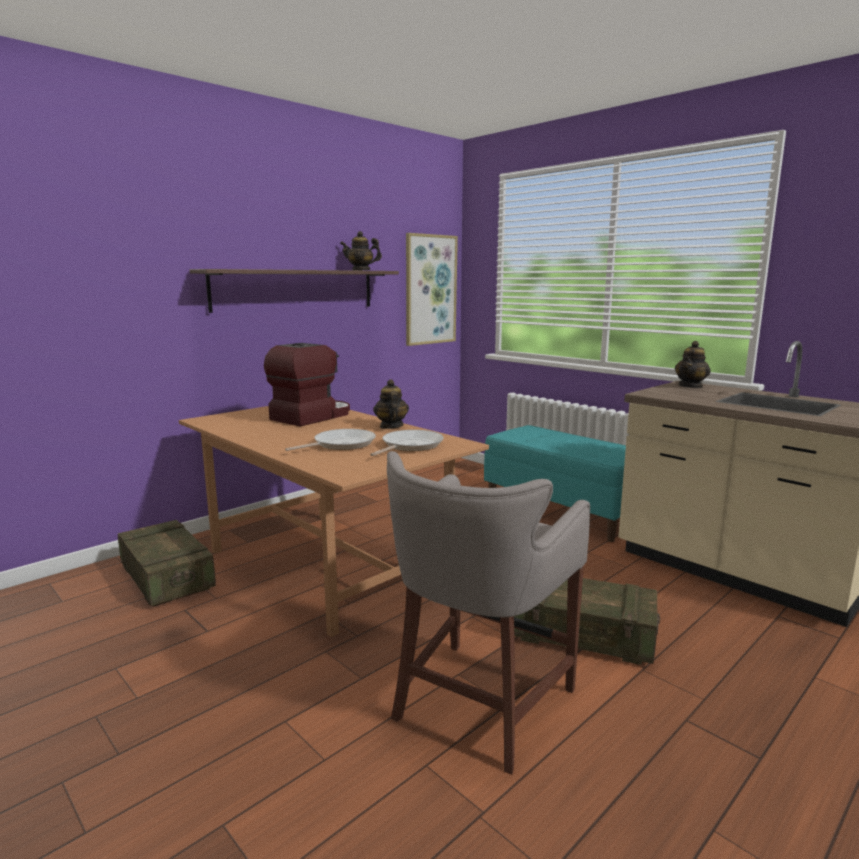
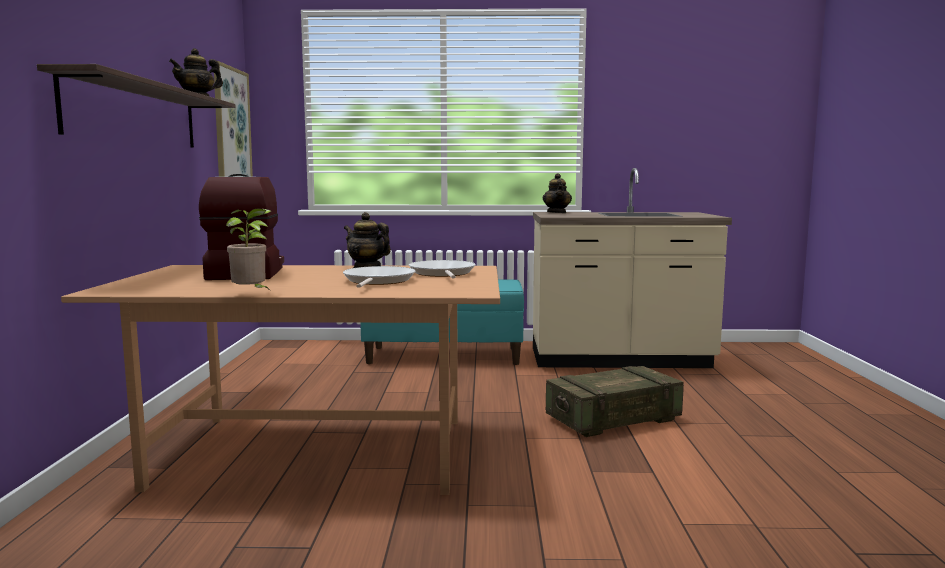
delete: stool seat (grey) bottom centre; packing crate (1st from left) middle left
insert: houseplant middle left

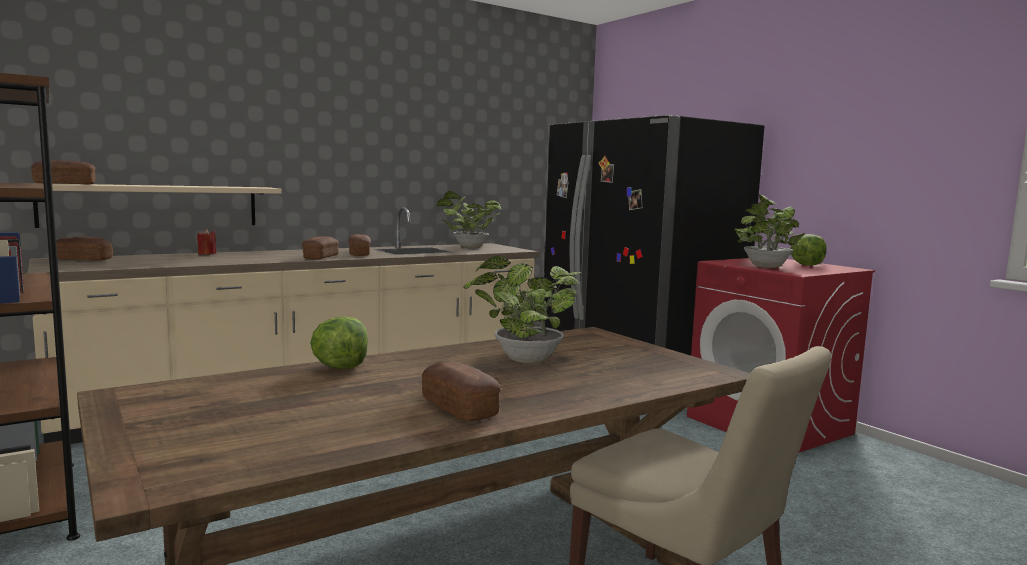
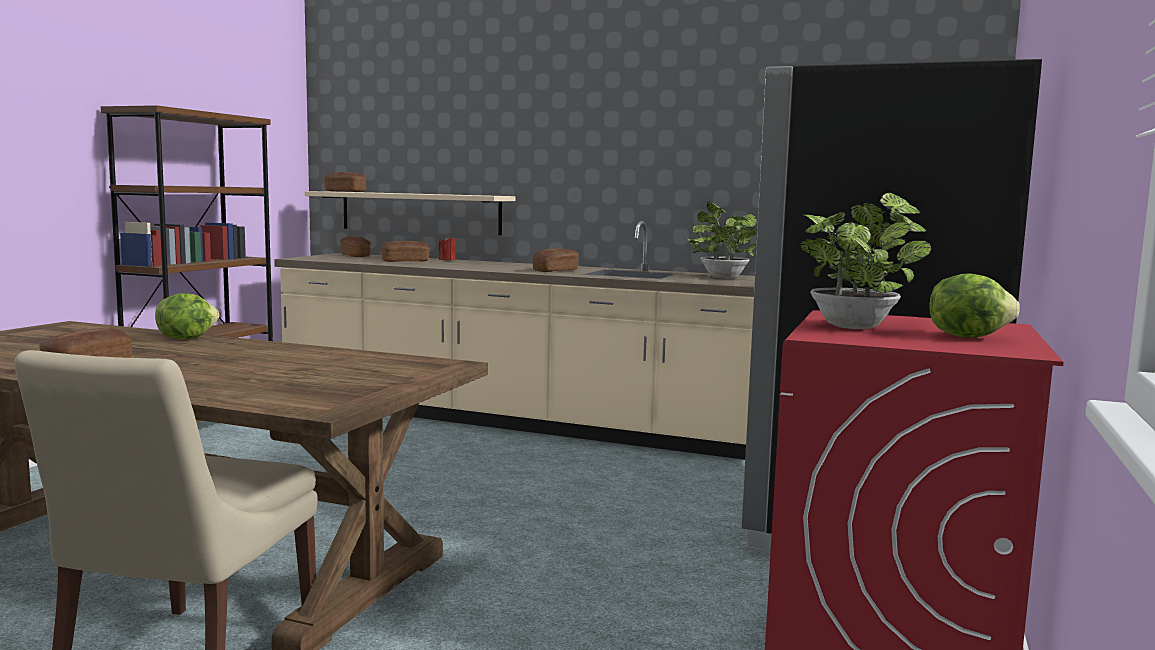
delete: houseplant (2nd from left) centre
move: bakery bread (3rd from left in the first image) middle left to bakery bread (4th from left) centre

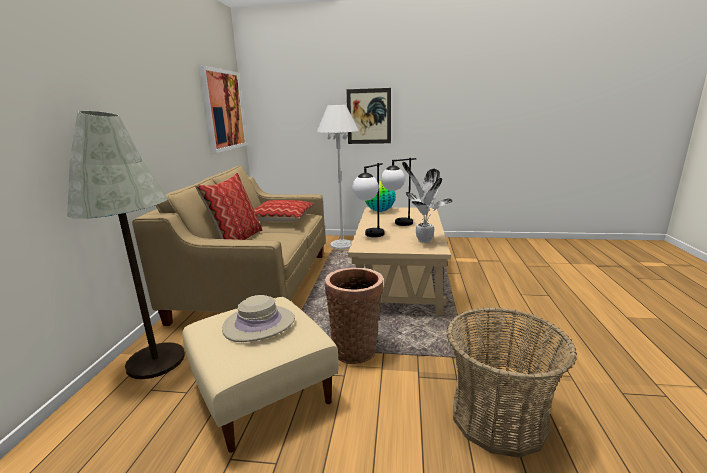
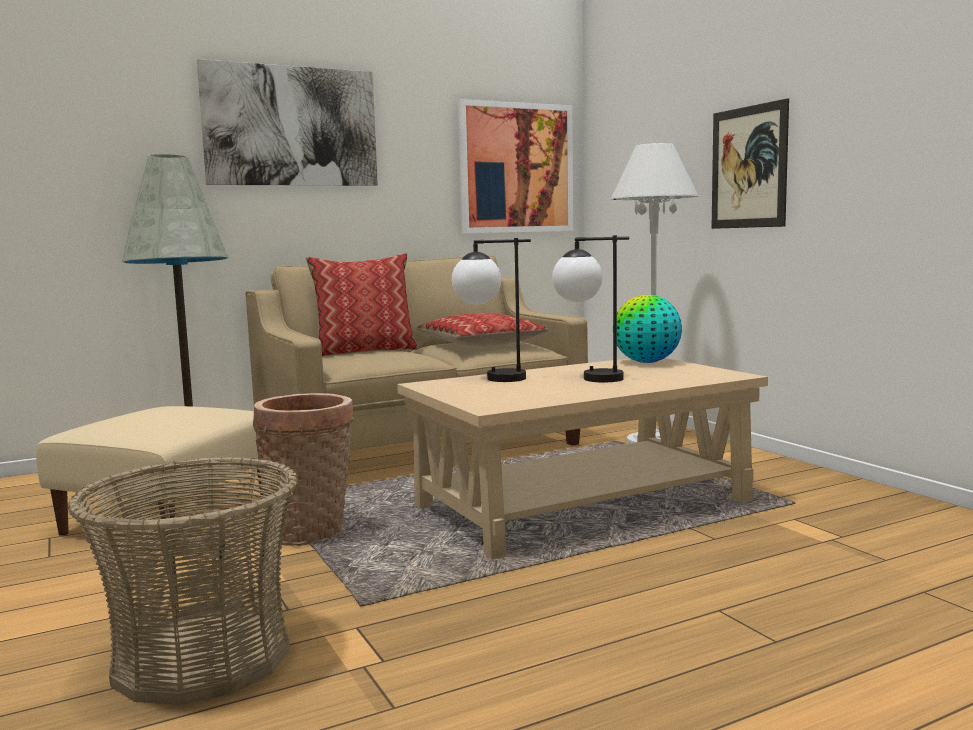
delete: houseplant centre; clothing hat (sand-coloured) bottom centre
insert: picture (1st from left) top left

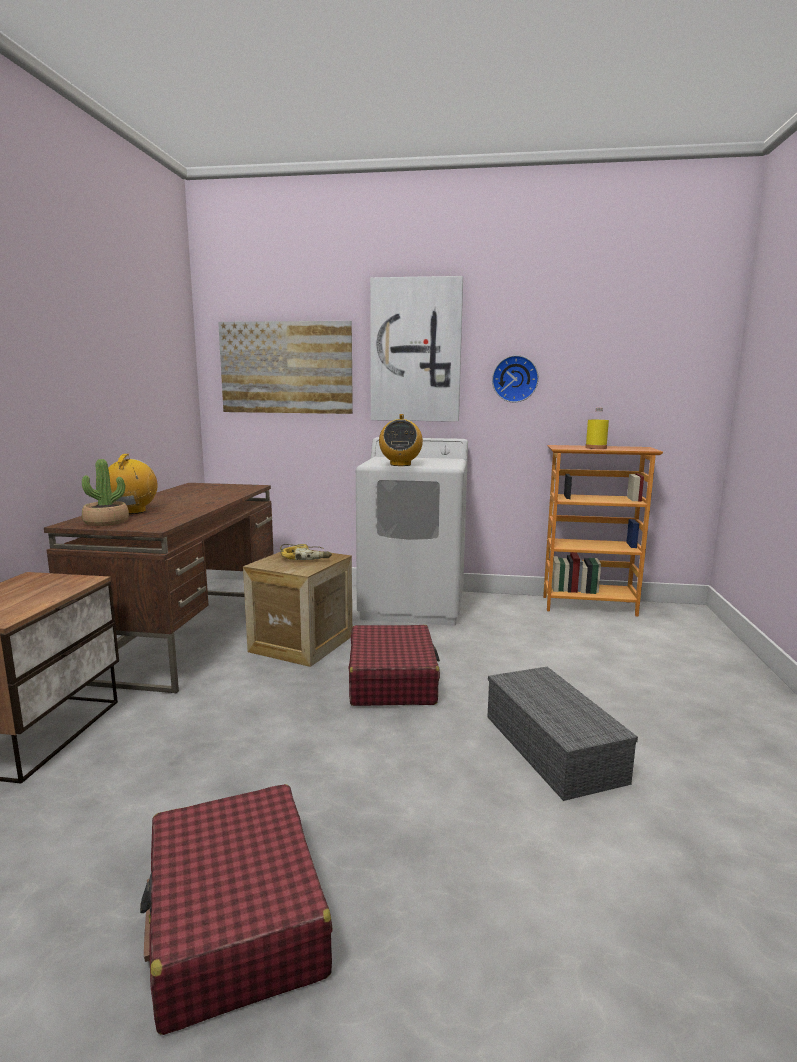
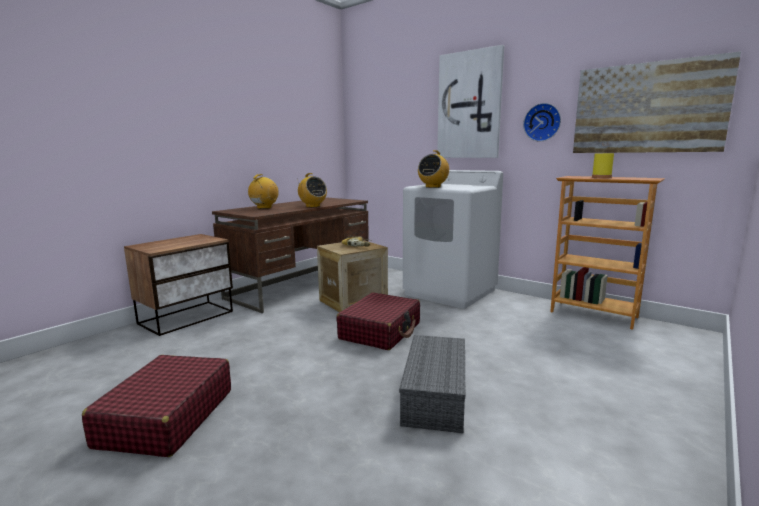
delete: houseplant middle left
insert: radio receiver (2nd from left) centre
move: picture (1st from left in the first image) centre to picture (2nd from left) top right

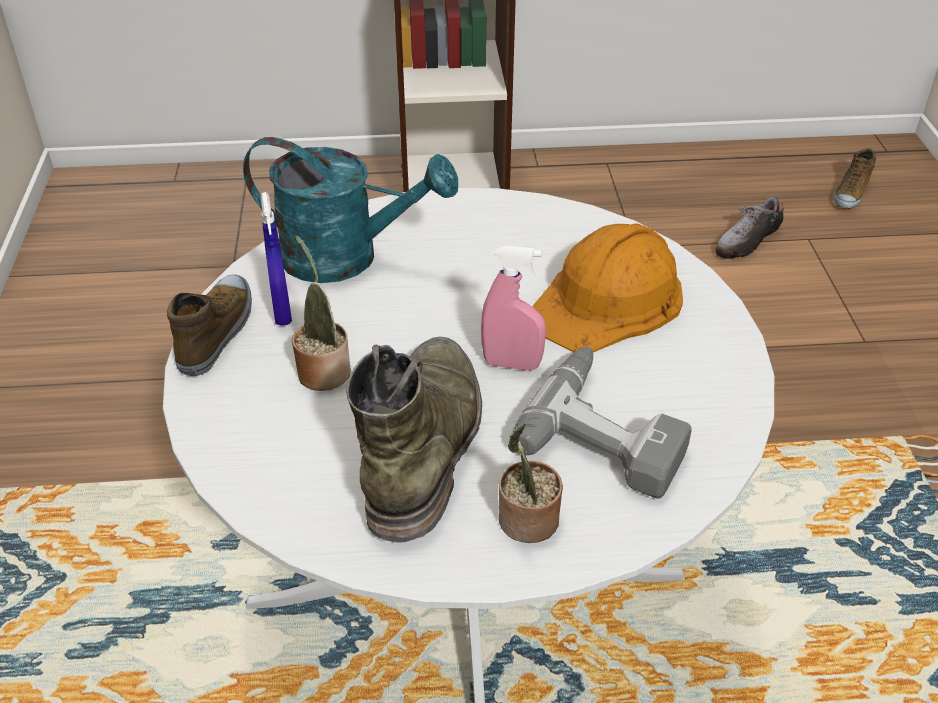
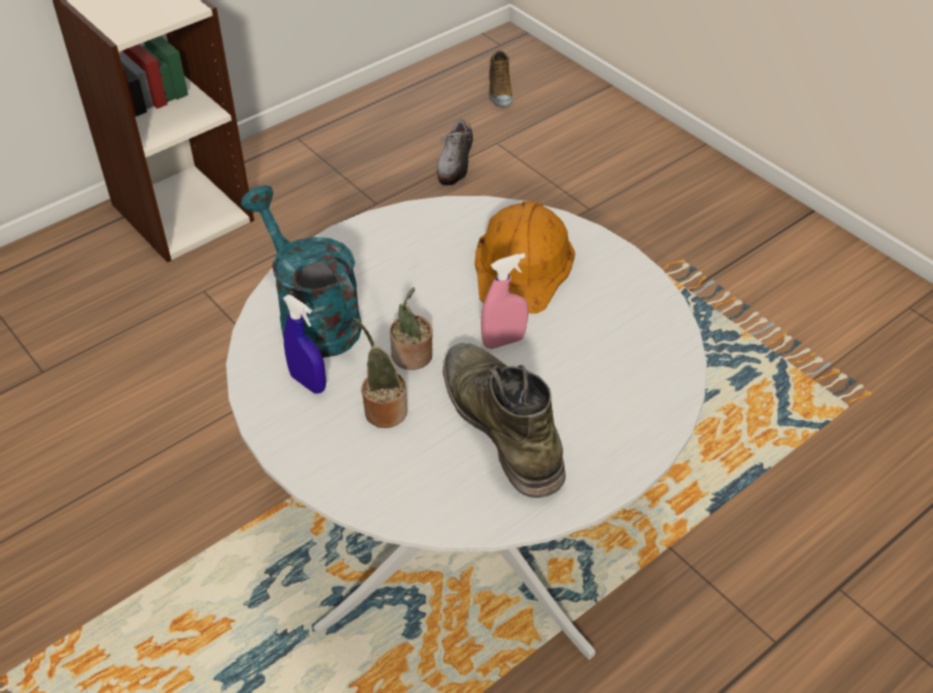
delete: shoe (1st from left) middle left; drill centre
move: houseplant (2nd from left) bottom centre to centre
rotate: sprinkling can (turquoise-coloured) top centre = middle left 105 degrees counterclockwise

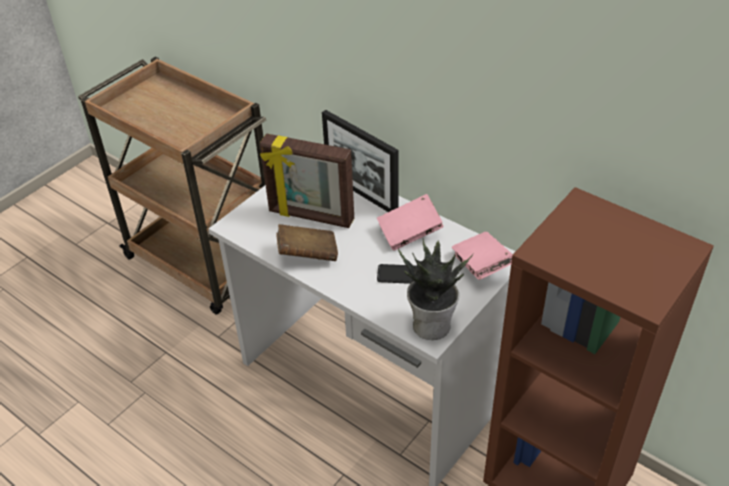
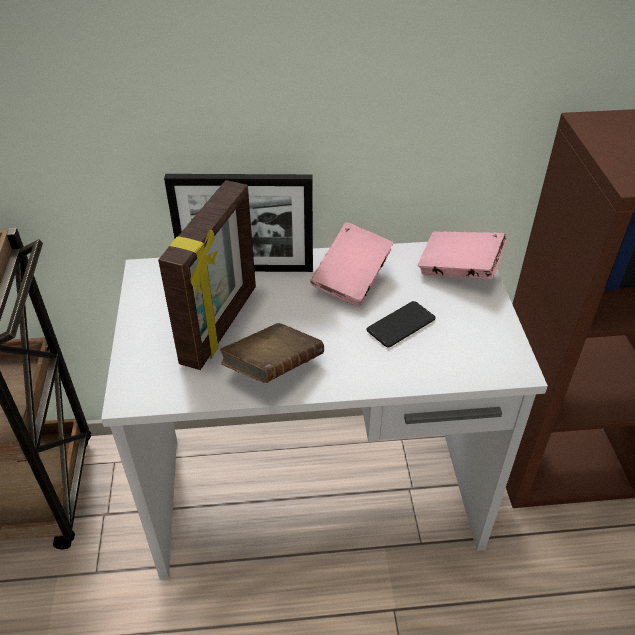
delete: houseplant centre
rotate: standing frame (1st from left) centre = middle left 45 degrees counterclockwise

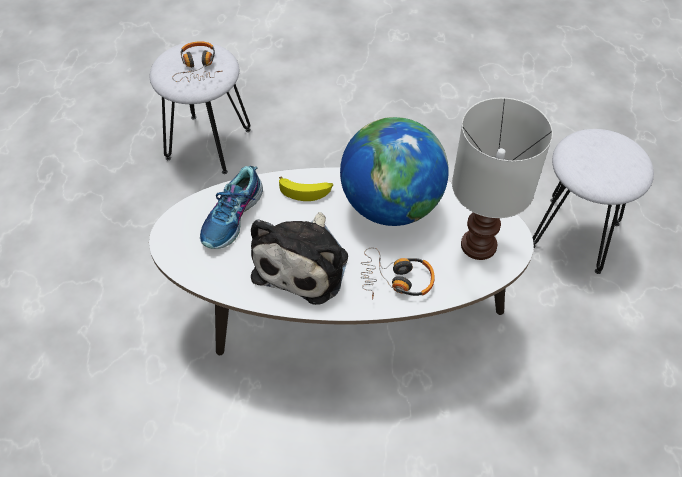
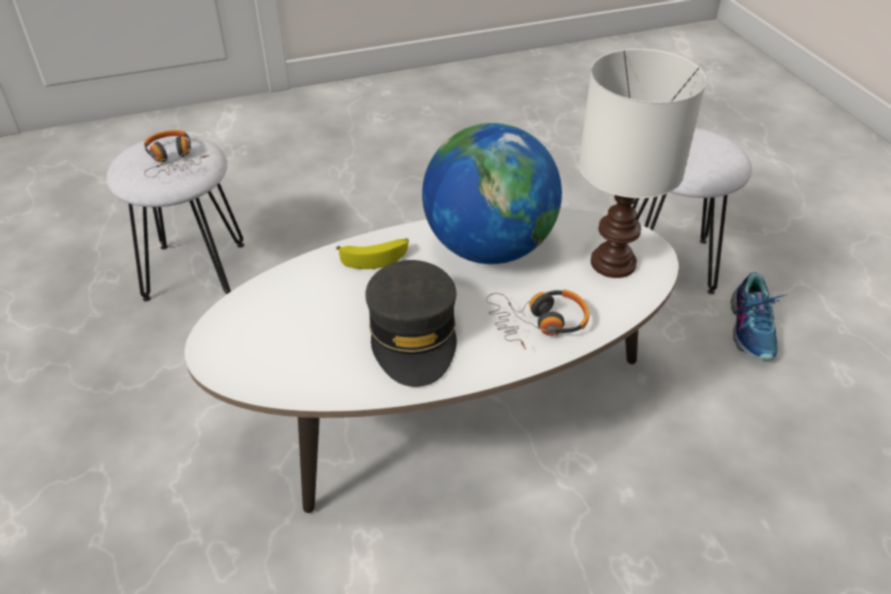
move: shoe centre to middle right
replace: cuddly toy centre to peaked cap (grey) centre

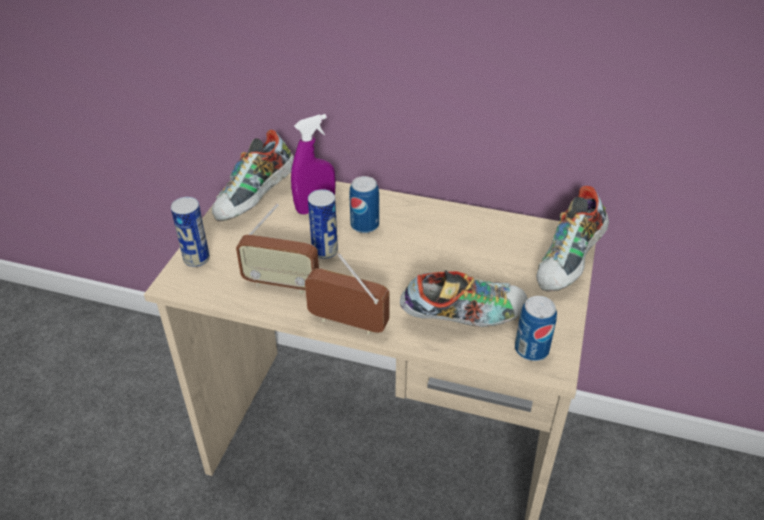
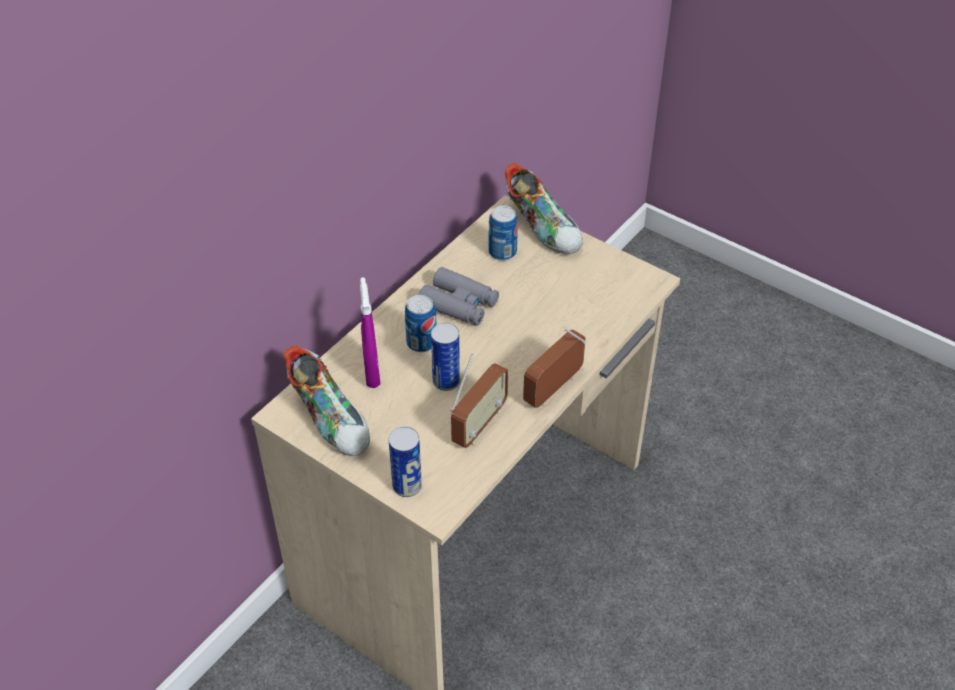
delete: shoe (2nd from left) centre
insert: pair of binoculars (grey) centre
move: can (4th from left) middle right to centre

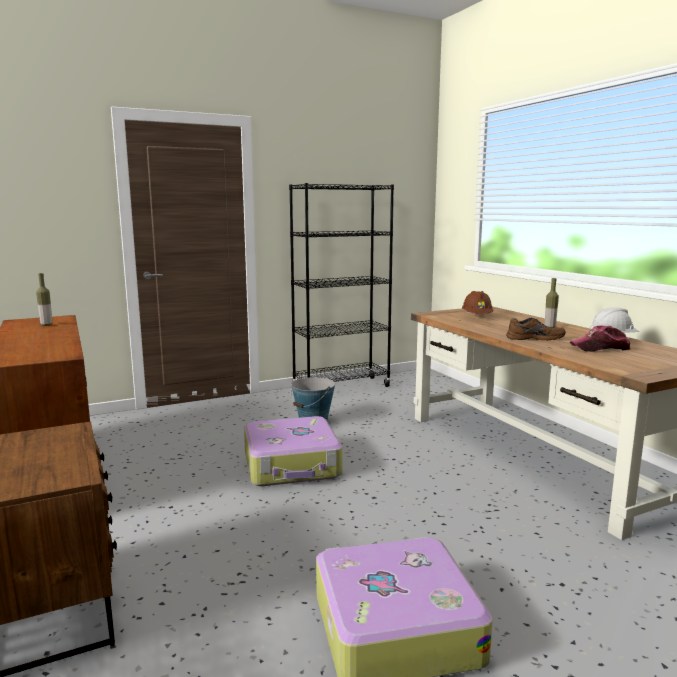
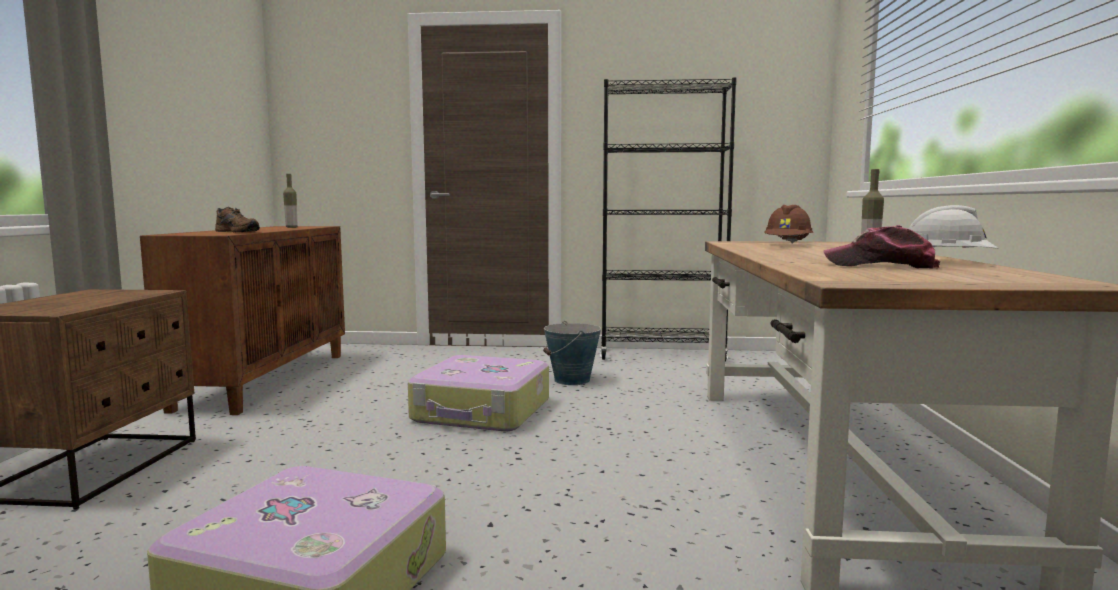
move: shoe (brown) middle right to middle left

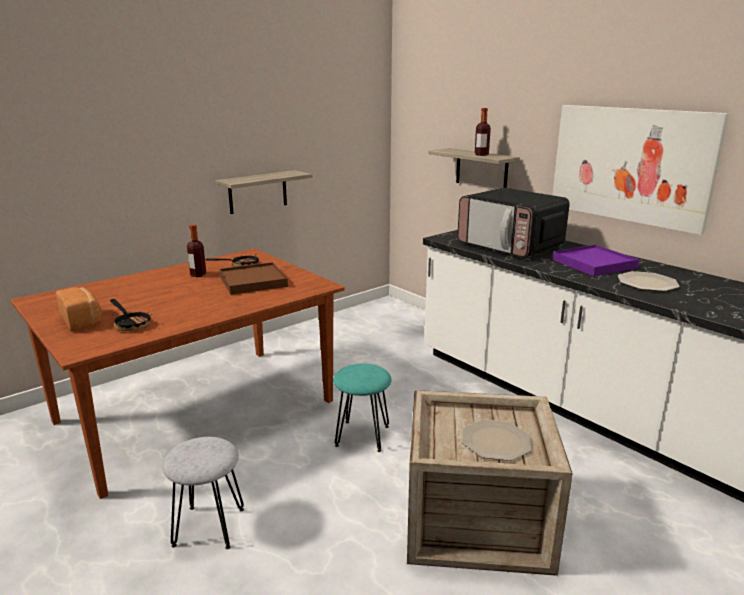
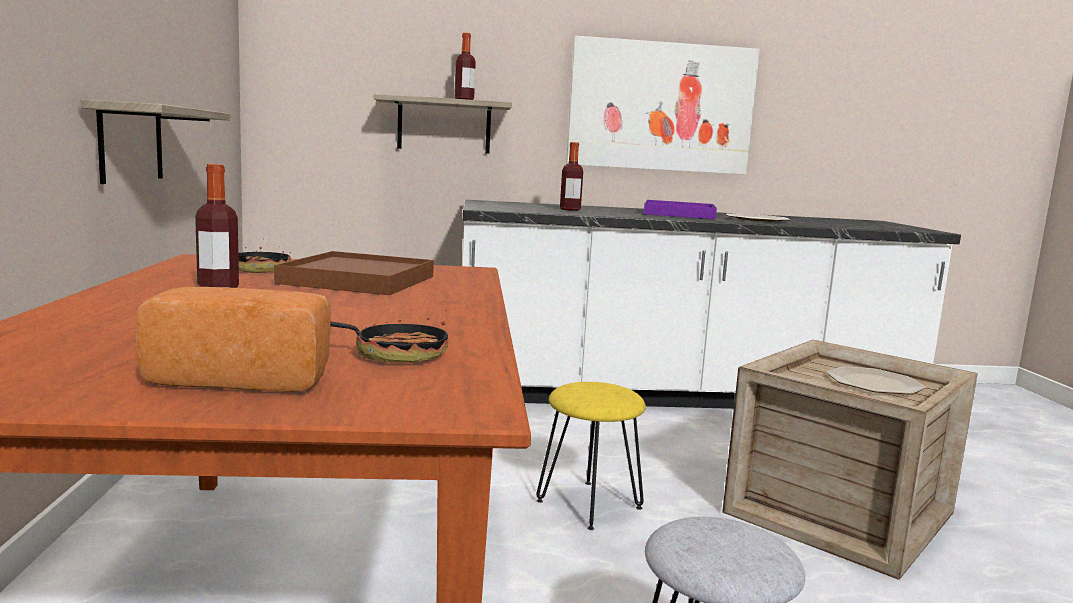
replace: kitchen microwave middle right to drink bottle (3rd from left) top centre
recolor: stool seat (turquoise-coloured) bottom centre to stool seat (yellow-coloured) bottom centre

